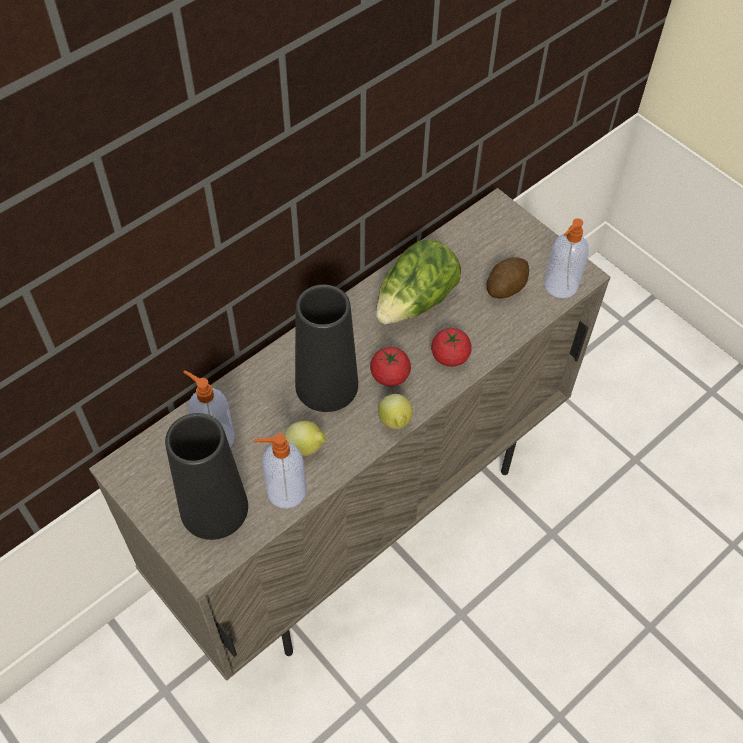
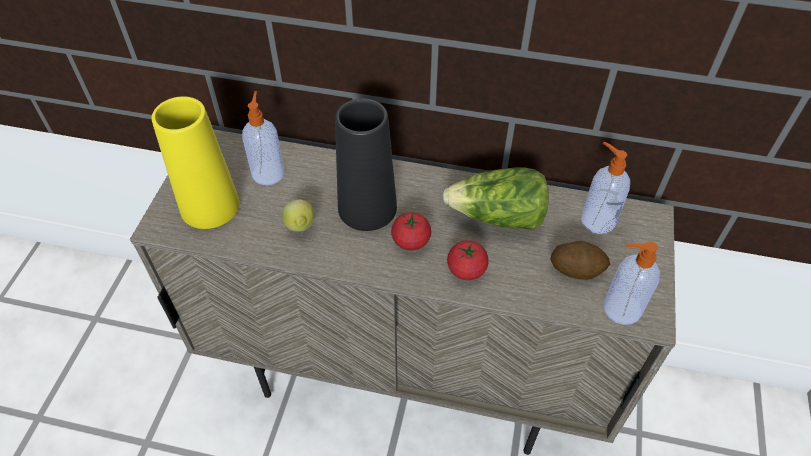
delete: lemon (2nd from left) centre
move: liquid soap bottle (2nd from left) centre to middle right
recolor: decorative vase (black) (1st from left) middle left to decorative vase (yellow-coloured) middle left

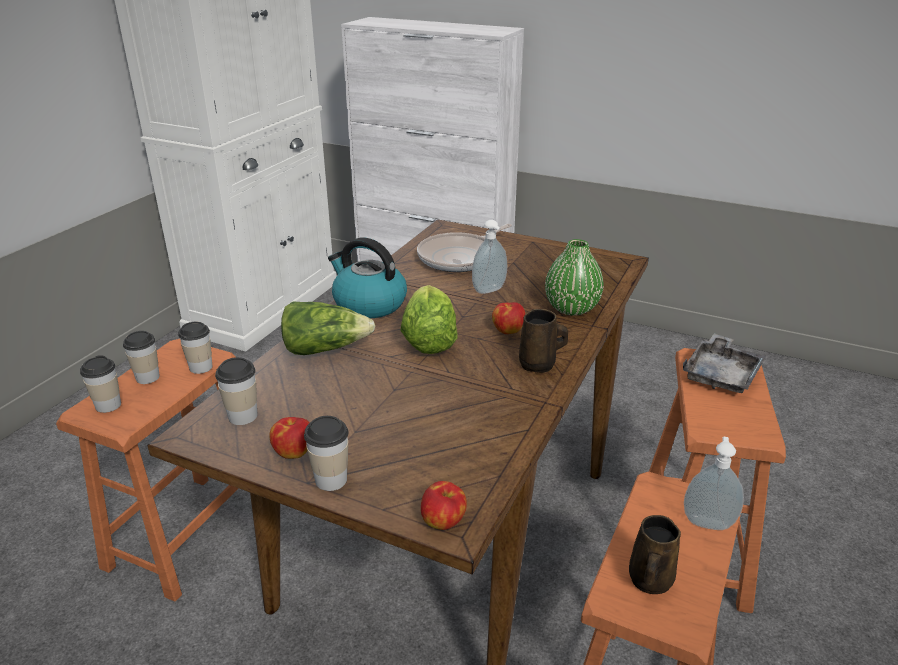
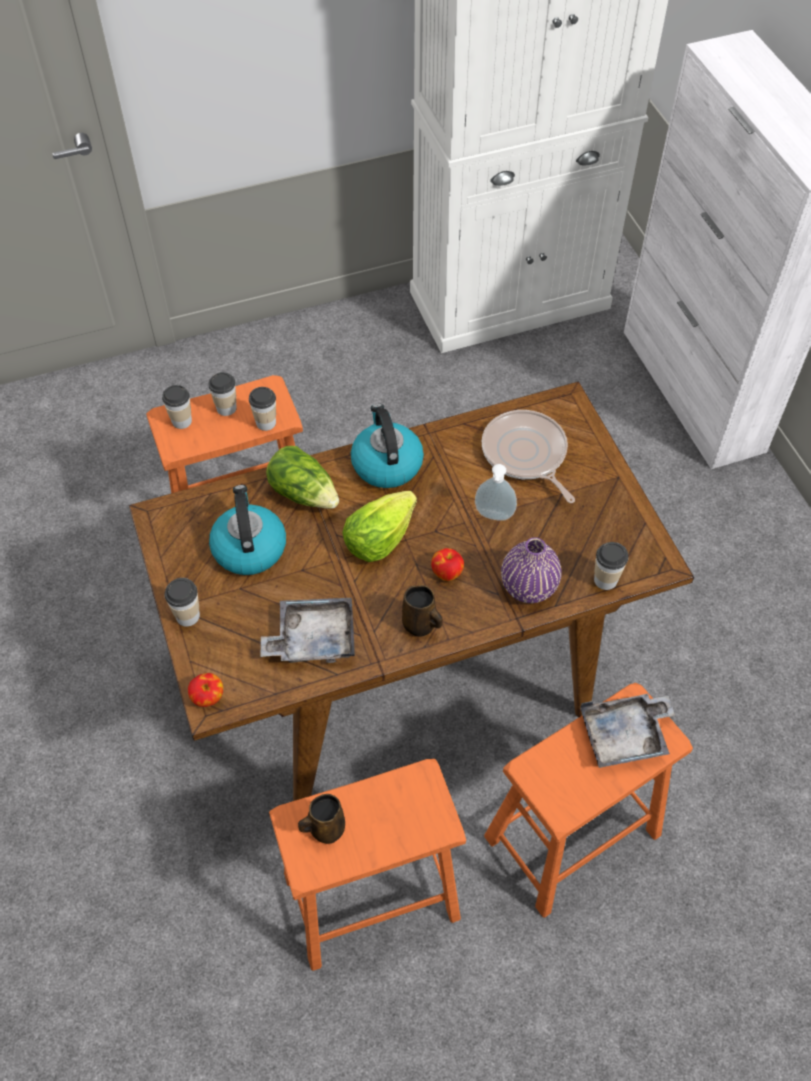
delete: apple fruit (1st from left) middle left; liquid soap bottle (2nd from left) bottom right
insert: water kettle (1st from left) middle left; tray (grey) (1st from left) centre
move: small cup (4th from left in the first image) middle left to small cup (5th from left) middle right
recolor: decorative vase (greenish) centre to decorative vase (purple) centre
rotate: skillet centre = centre 60 degrees clockwise

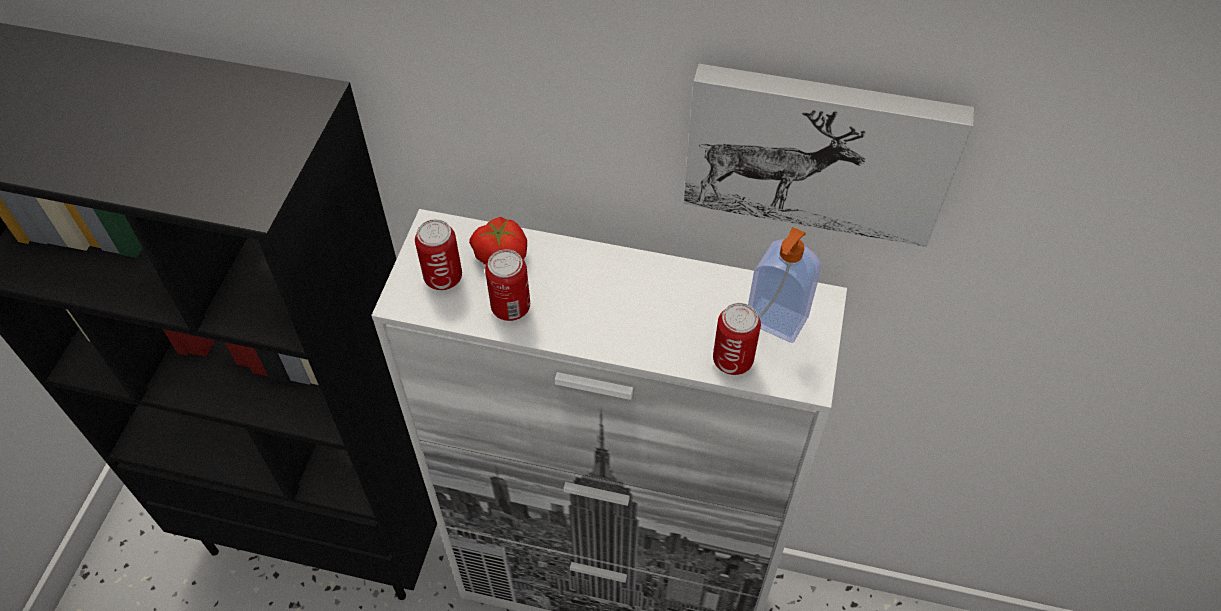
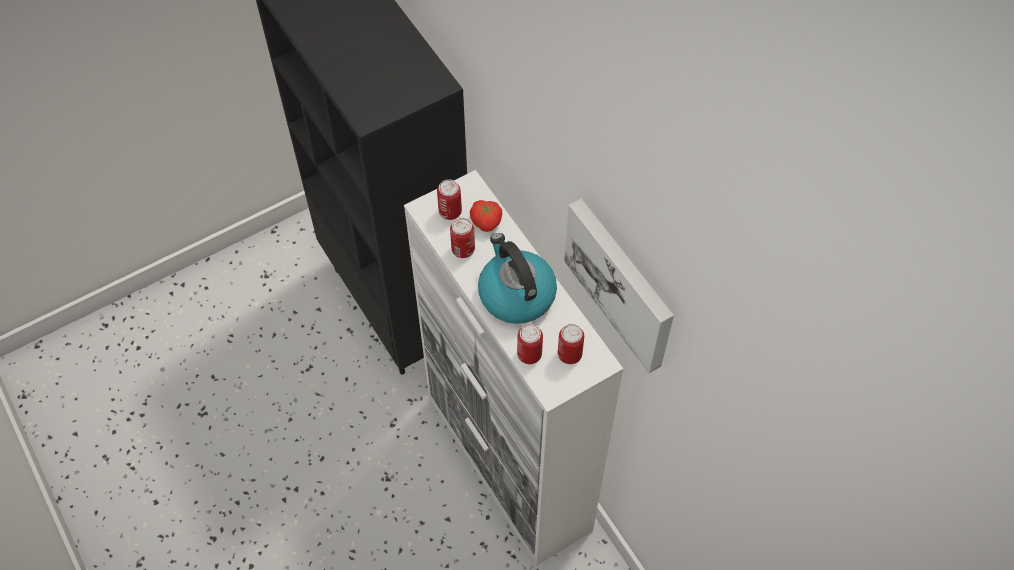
insert: water kettle centre
replace: liquid soap bottle centre to can (4th from left) centre

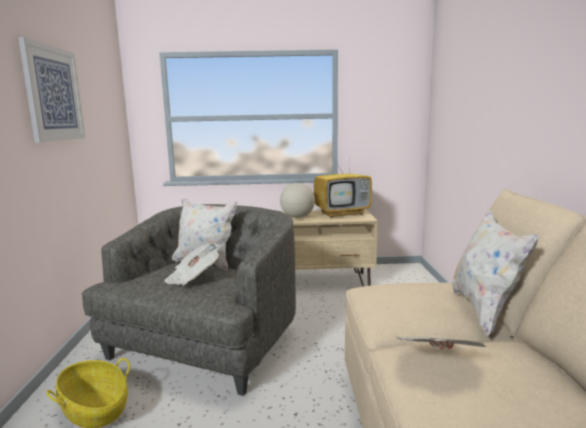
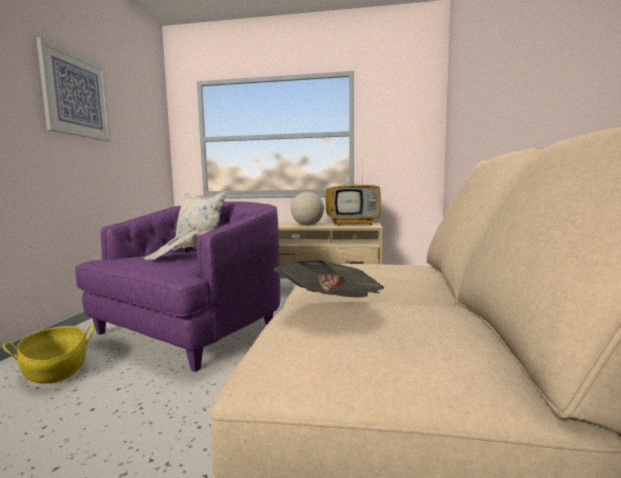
delete: pillow (white) (2nd from left) middle right
recolor: lounge chair (grey) bottom left to lounge chair (purple) middle left

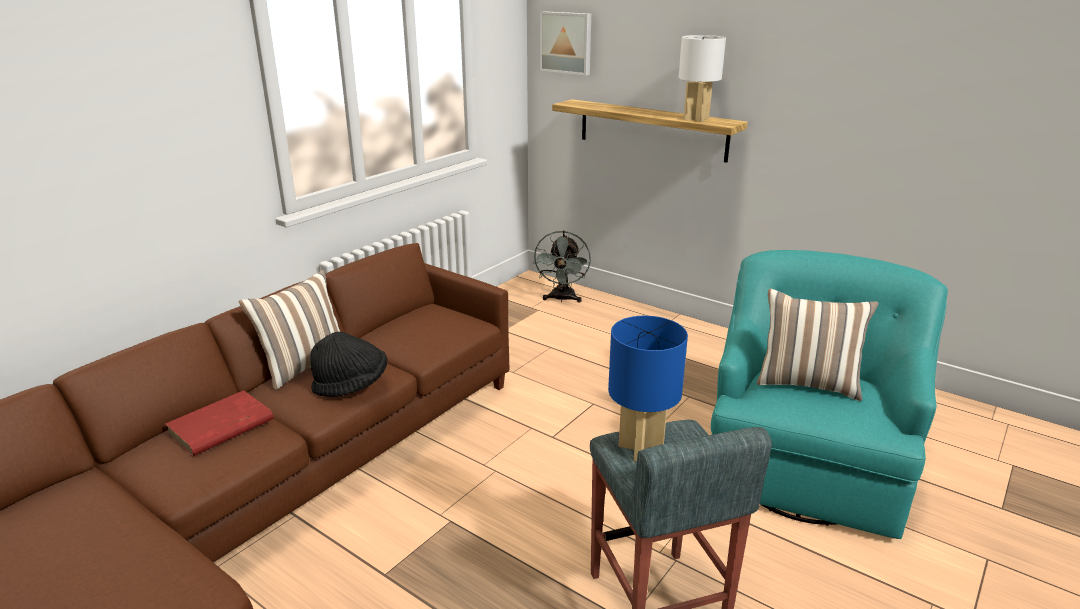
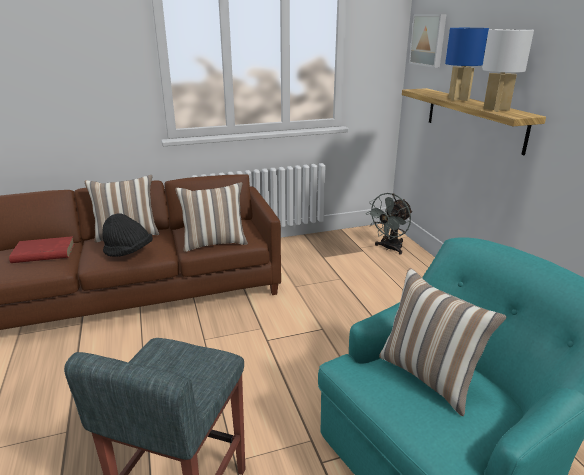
insert: pillow (2nd from left) centre
move: table lamp (blue-coloured) centre to top right

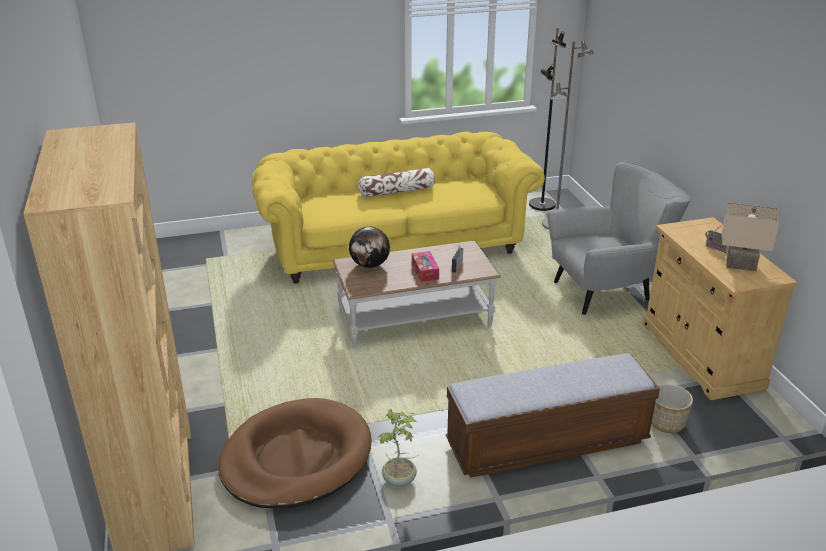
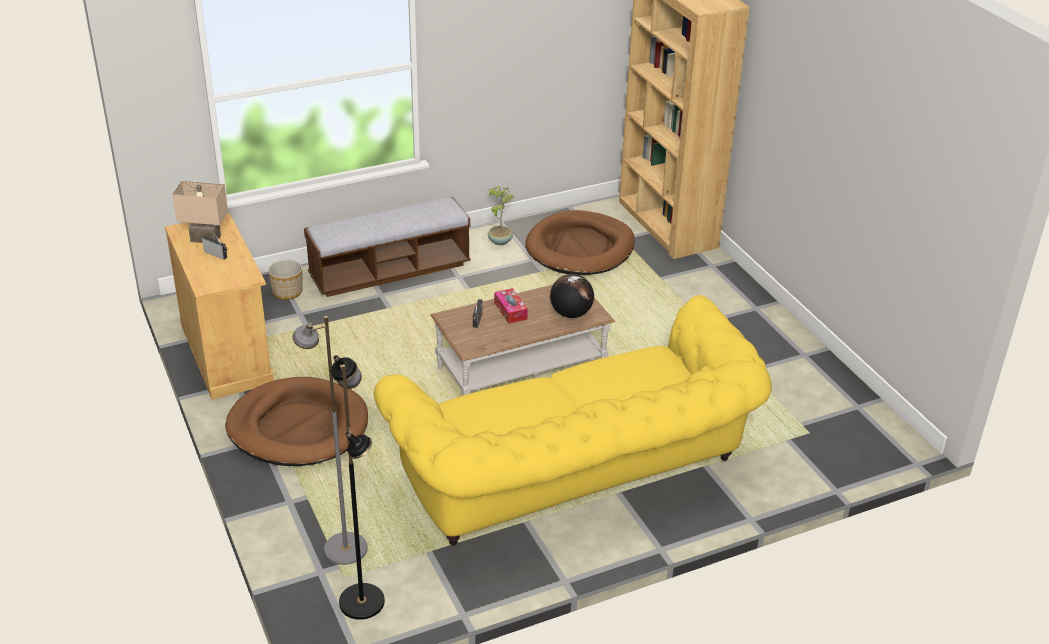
delete: pillow top centre
replace: lounge chair (grey) middle right to dog cushion (brown) (1st from left) middle left

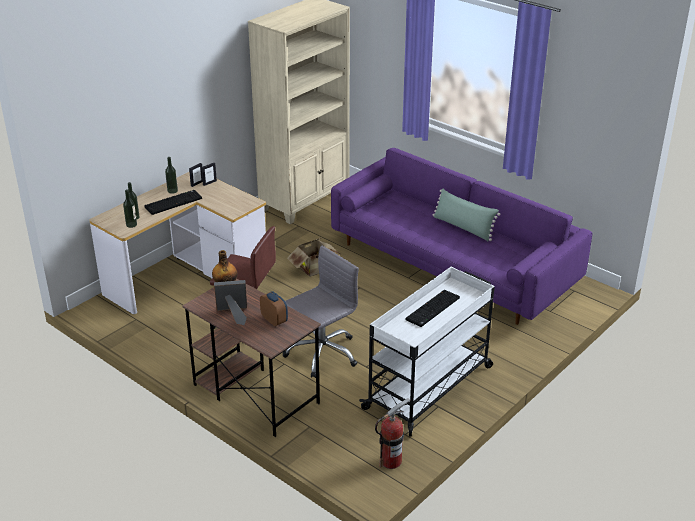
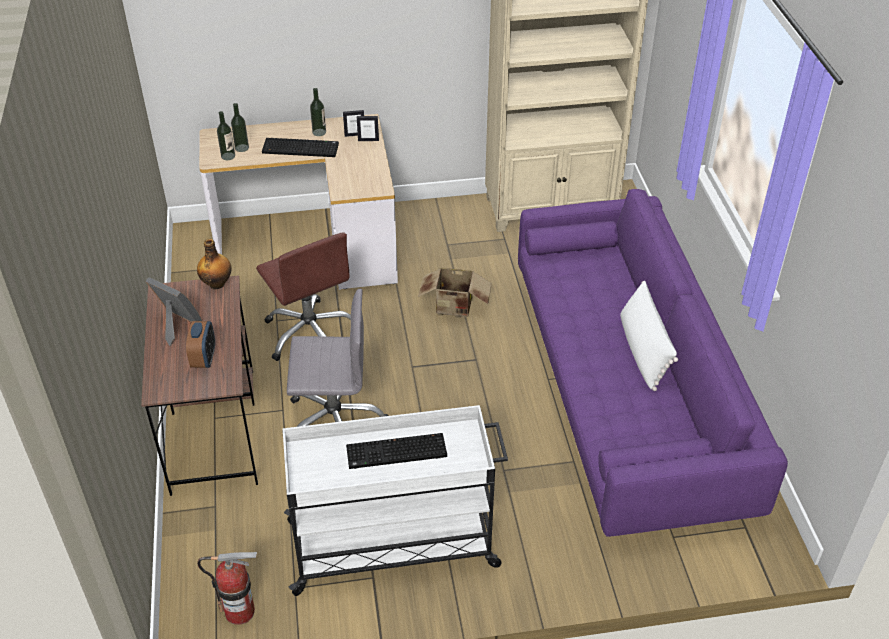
recolor: pillow (greenish) middle right to pillow (white) middle right

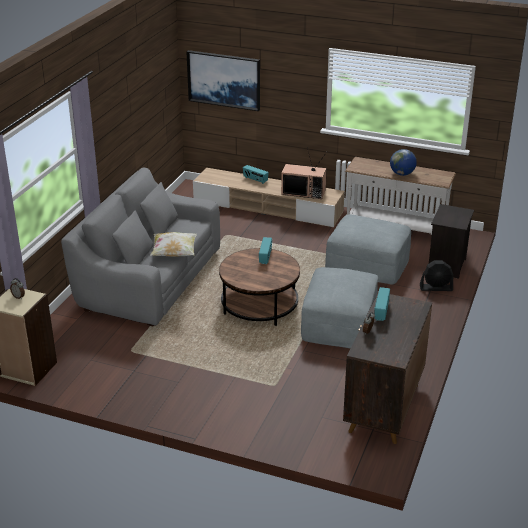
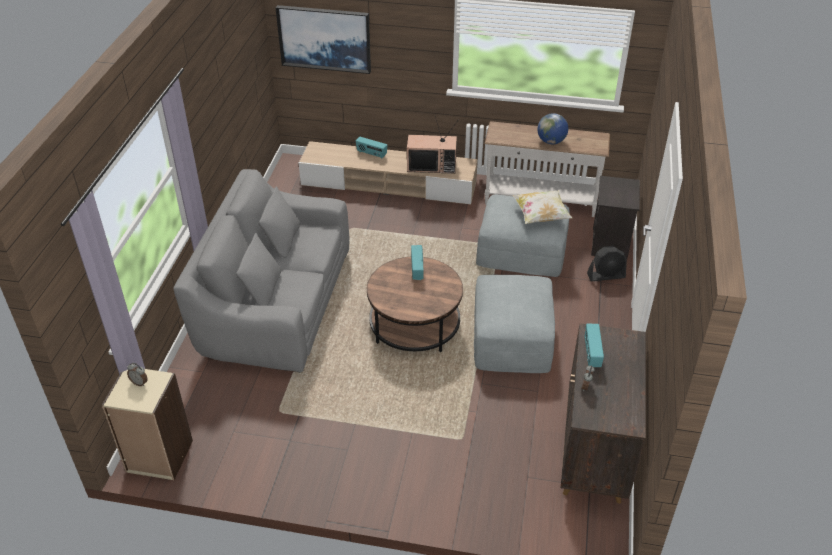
move: pillow middle left to centre

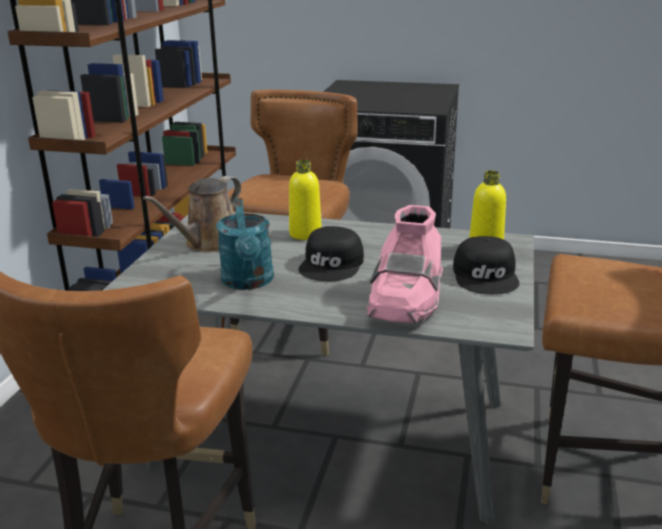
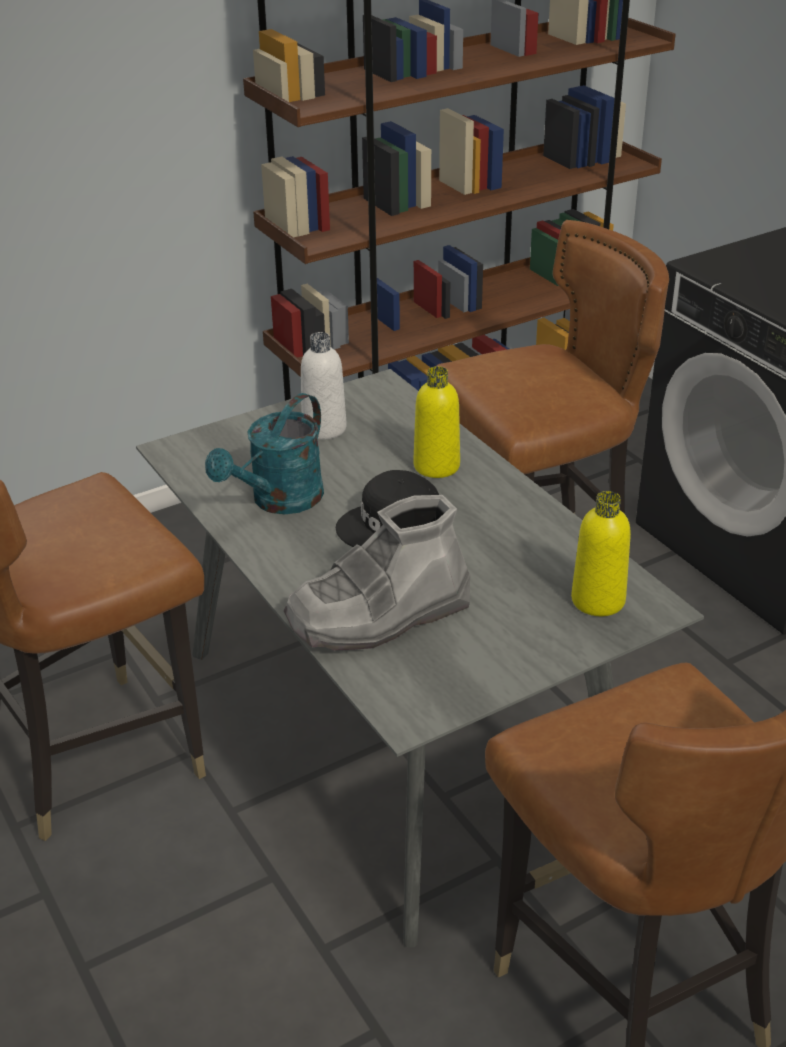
delete: peaked cap (black) (2nd from left) middle right
replace: sprinkling can (brown) middle left to drink bottle (white) centre
recolor: high-top boot (pink-coloured) centre to high-top boot (grey) centre

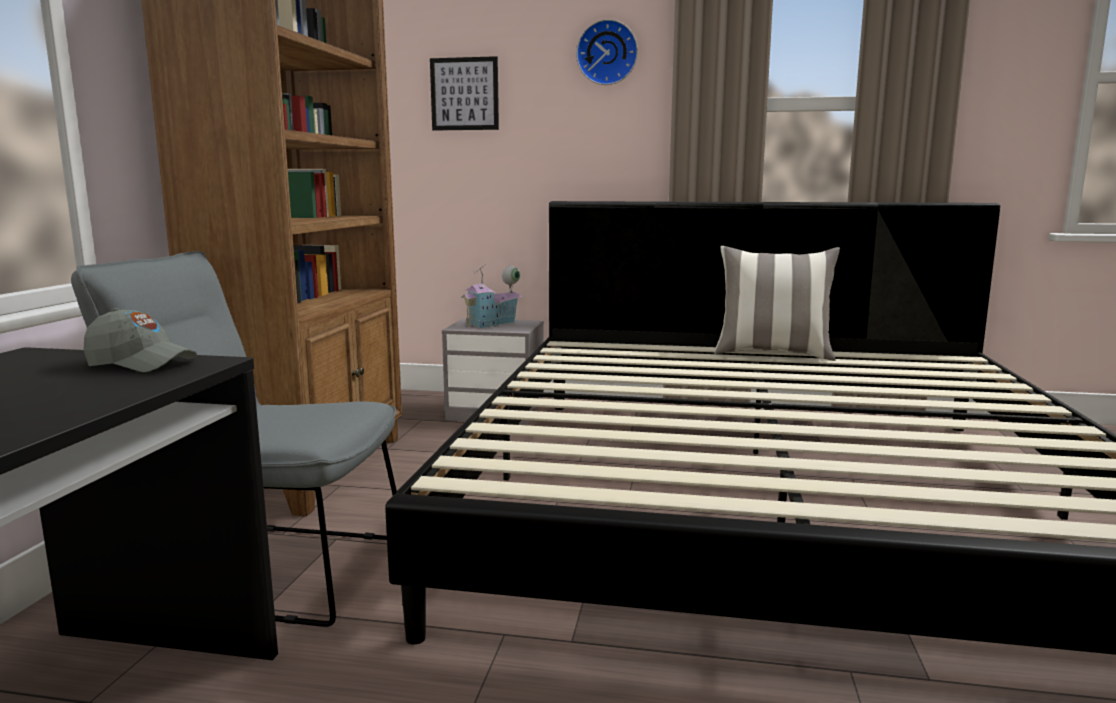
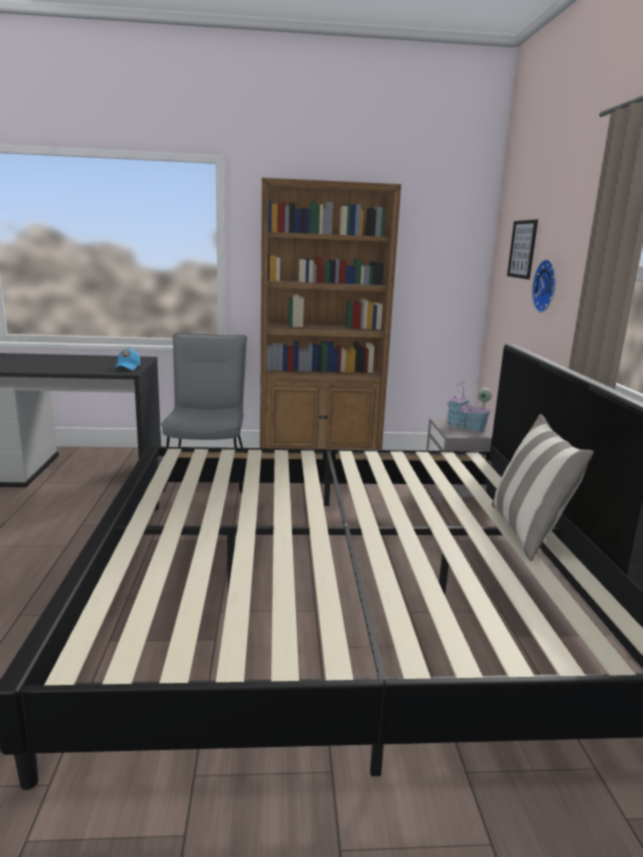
move: clock on the wall top centre to middle right
recolor: peaked cap (grey) middle left to peaked cap (blue-coloured) middle left

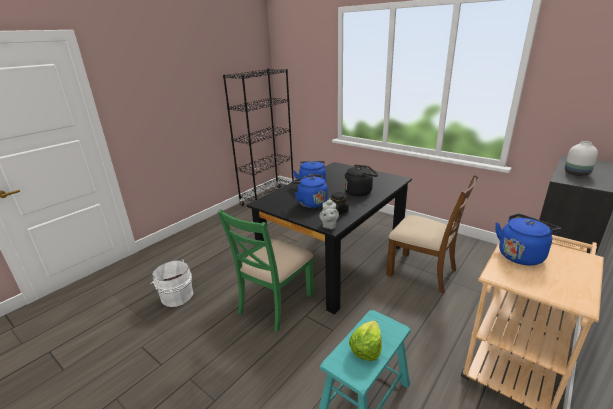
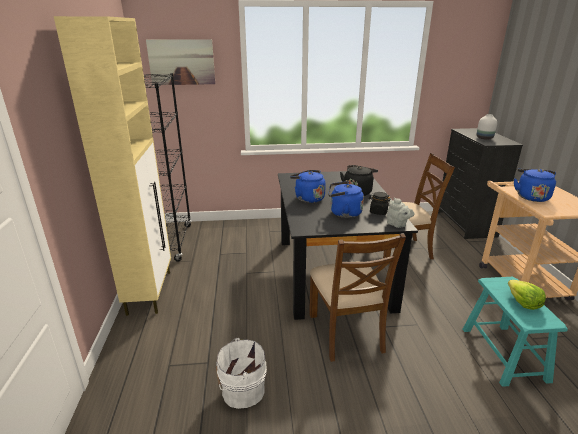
insert: storage cabinet (sand-coloured) middle left; picture top left
recolor: upright chair (greenish) centre to upright chair (brown) (1st from left) bottom centre

